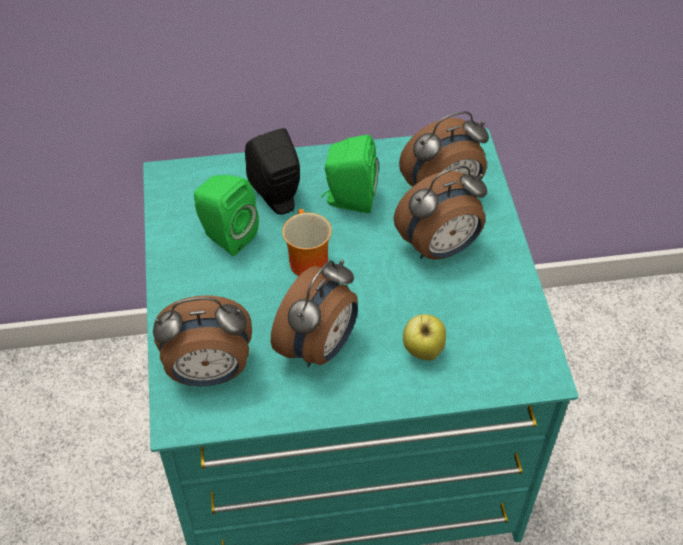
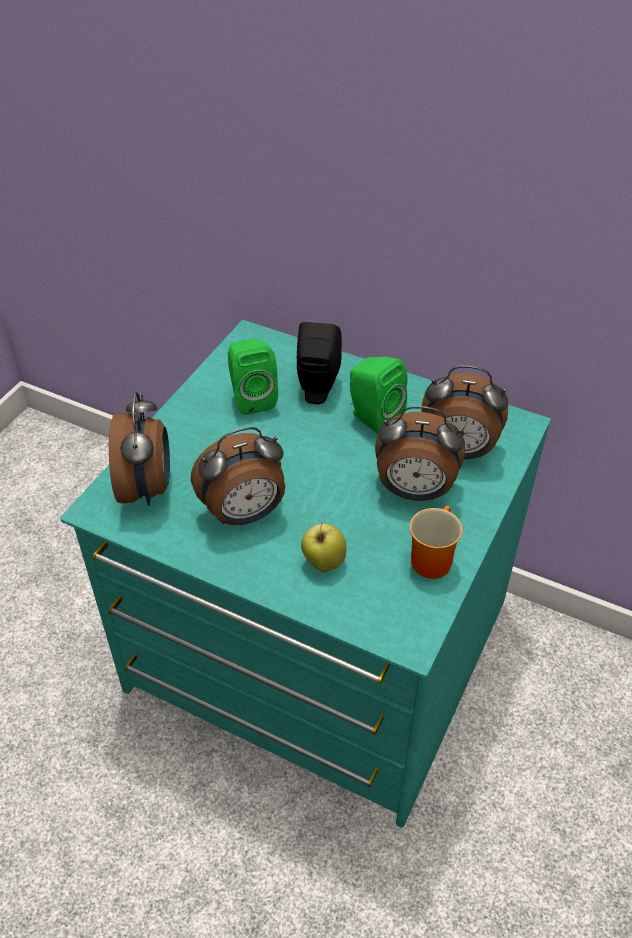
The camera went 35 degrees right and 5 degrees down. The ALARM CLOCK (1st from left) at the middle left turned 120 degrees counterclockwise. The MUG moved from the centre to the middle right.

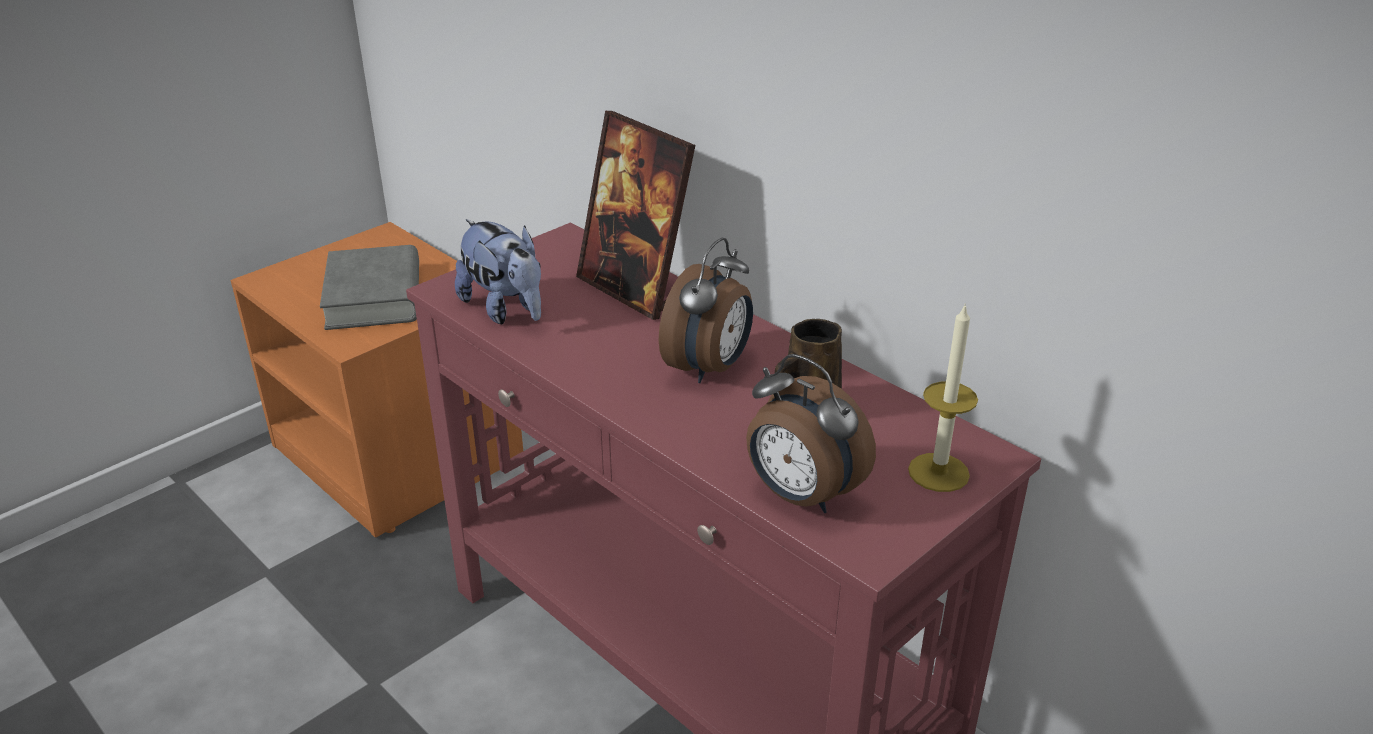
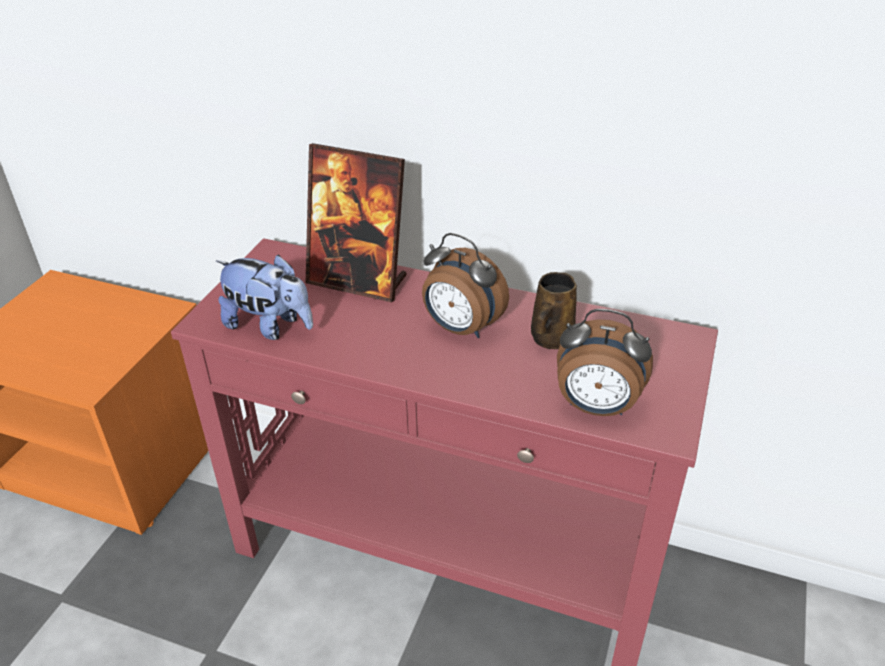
The camera went 25 degrees left and 5 degrees up. The ALARM CLOCK (1st from left) at the centre turned 120 degrees clockwise. The GREY BOOK at the middle left disappeared. The CANDLE at the middle right disappeared.

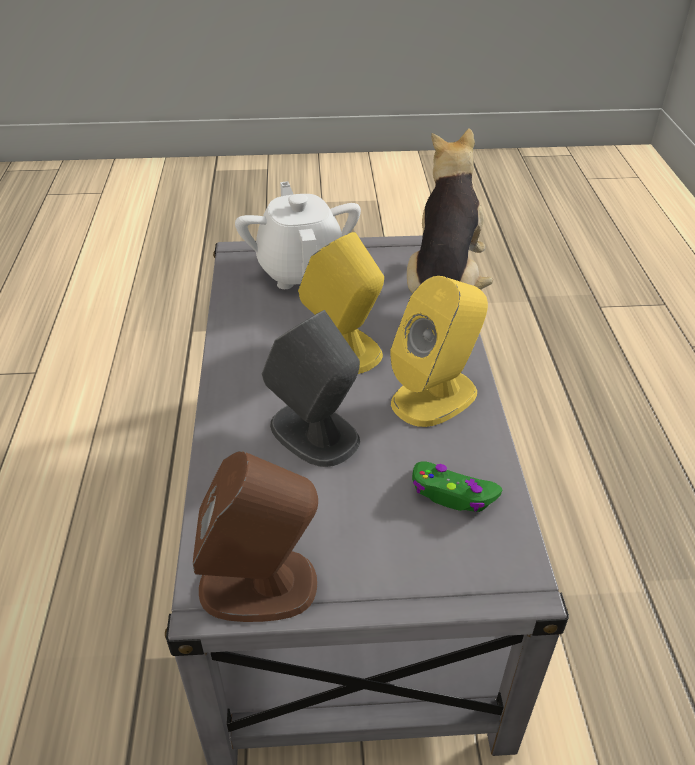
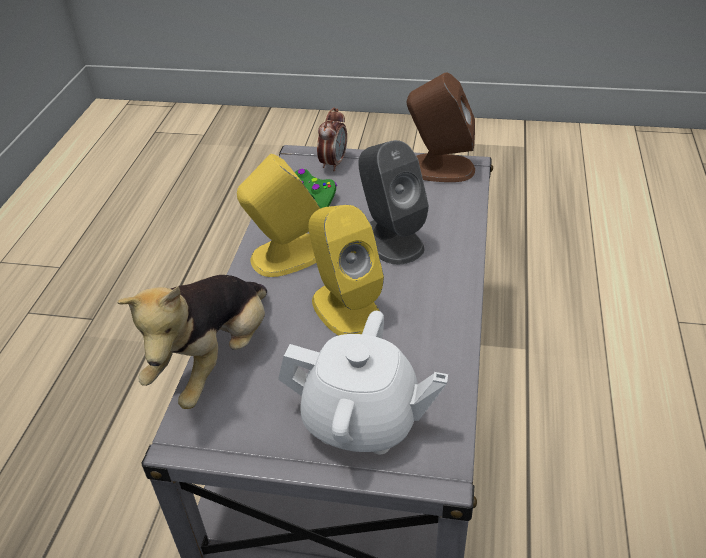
The camera went 165 degrees left and 0 degrees up. The WHITE TEAPOT at the top centre turned 75 degrees counterclockwise. The ALARM CLOCK at the top centre appeared.

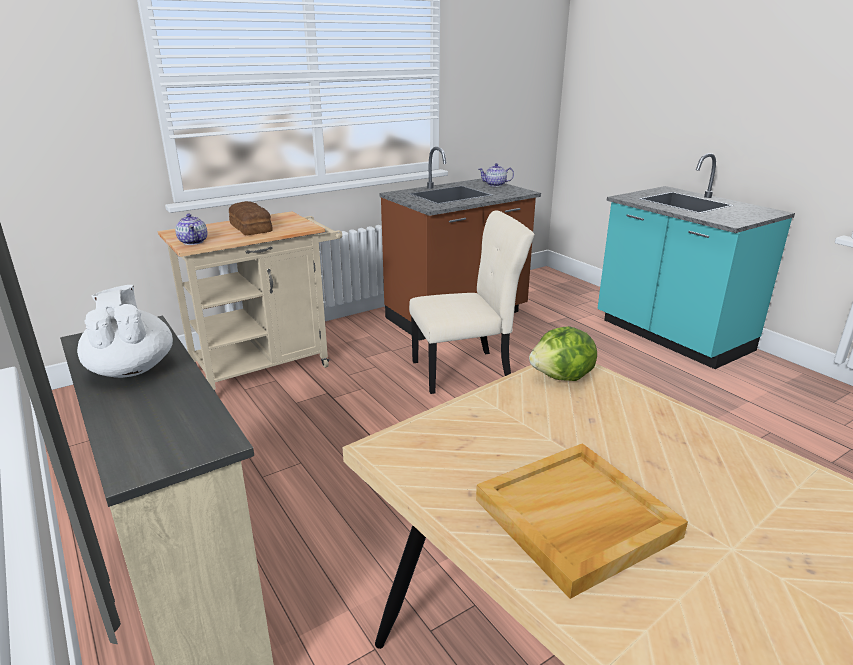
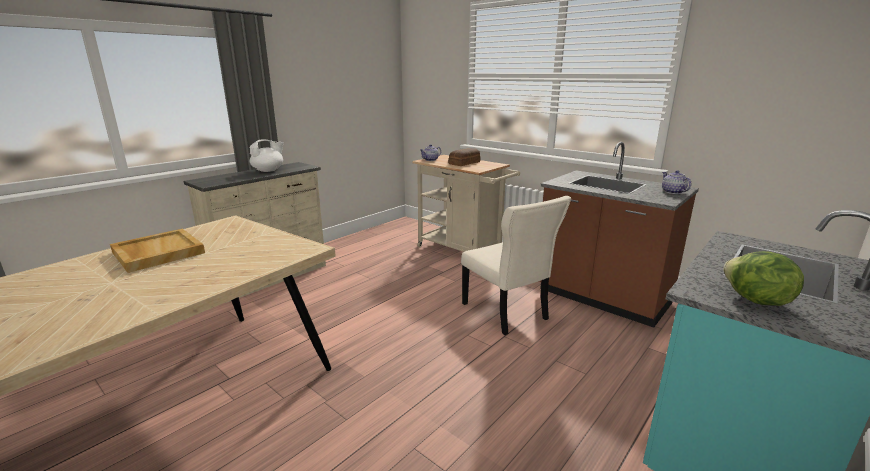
The camera went 75 degrees right and 5 degrees down. The LETTUCE moved from the centre to the middle right.

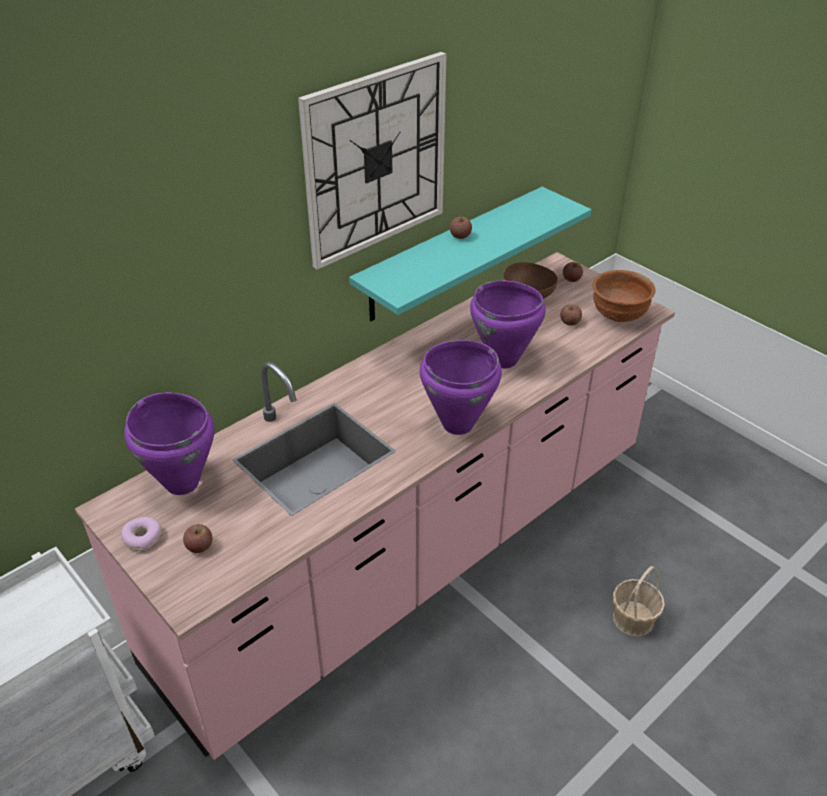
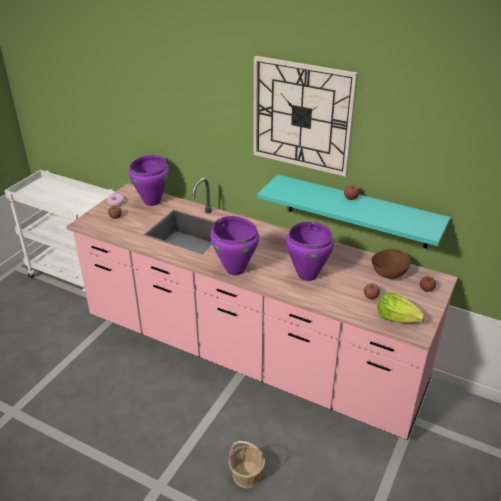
The camera went 70 degrees right and 5 degrees down. The BROWN BOWL (2nd from left) at the middle right was replaced by the LETTUCE at the middle right.

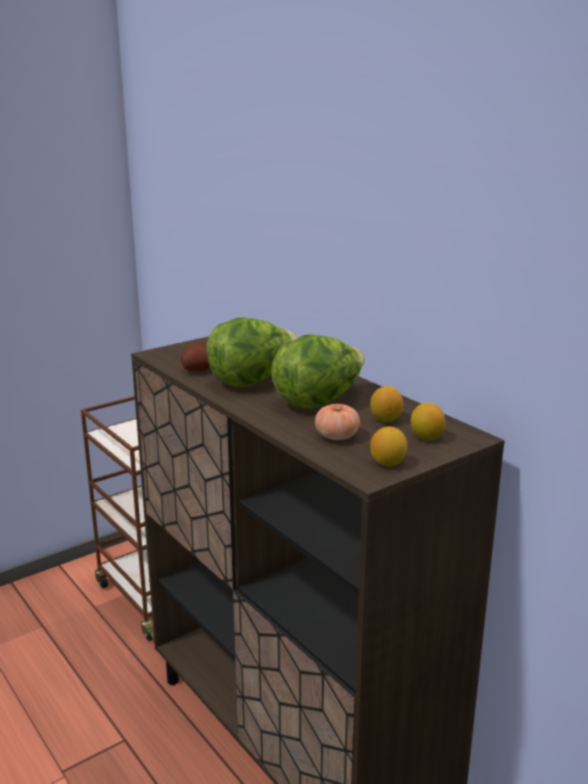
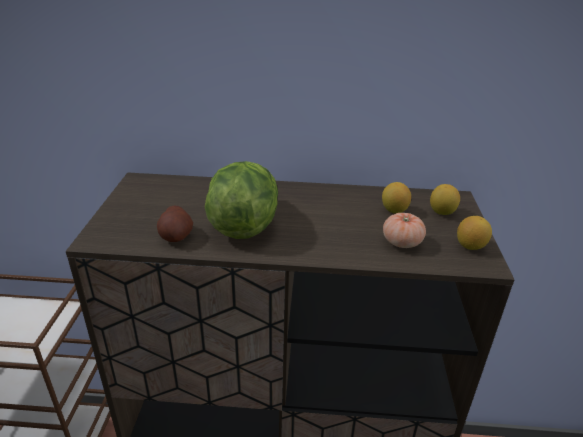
The camera went 50 degrees left and 10 degrees up. The LETTUCE (2nd from left) at the centre disappeared.

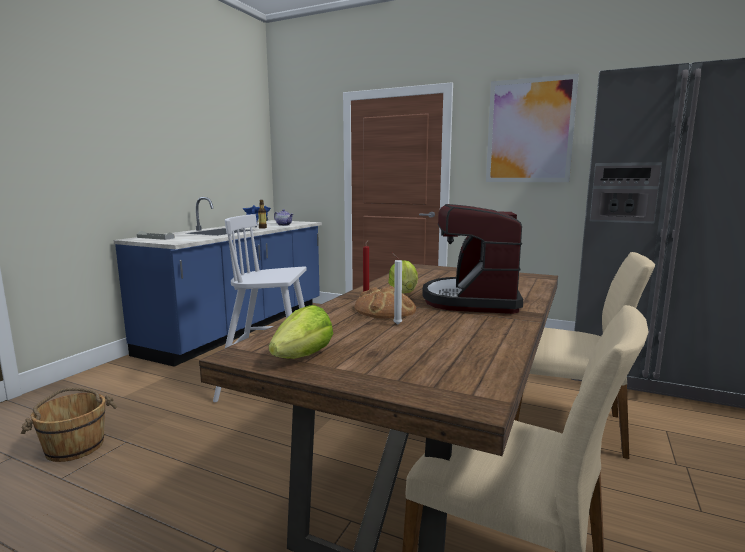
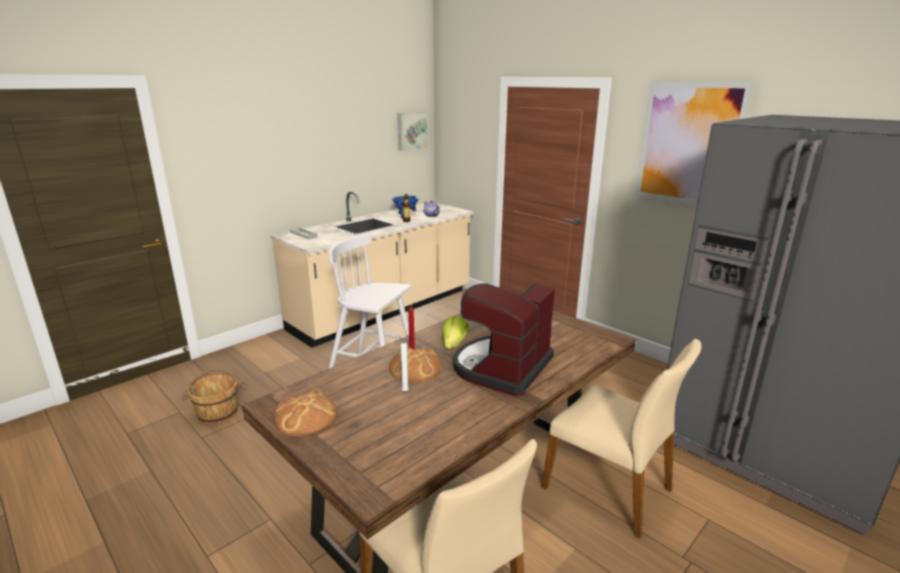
The camera went 20 degrees right and 10 degrees up. The BLUE COUNTER at the middle left became the BEIGE COUNTER at the centre. The LETTUCE (1st from left) at the centre was replaced by the BREAD (1st from left) at the bottom centre. The PICTURE (1st from left) at the top centre appeared.

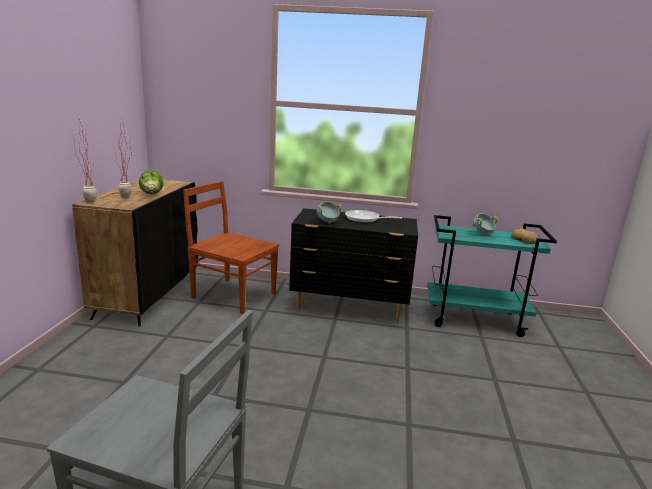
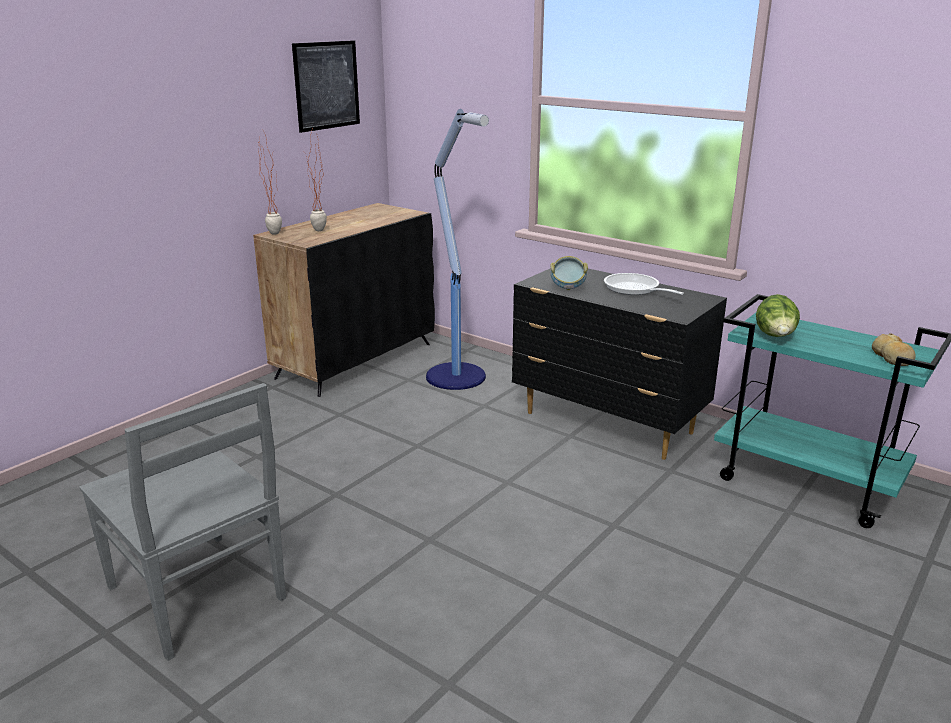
The camera went 30 degrees right and 5 degrees up. The PICTURE at the top centre appeared. The BROWN CHAIR at the centre was replaced by the FLOOR LAMP at the centre. The LETTUCE moved from the middle left to the middle right. The BOWL (2nd from left) at the middle right disappeared.

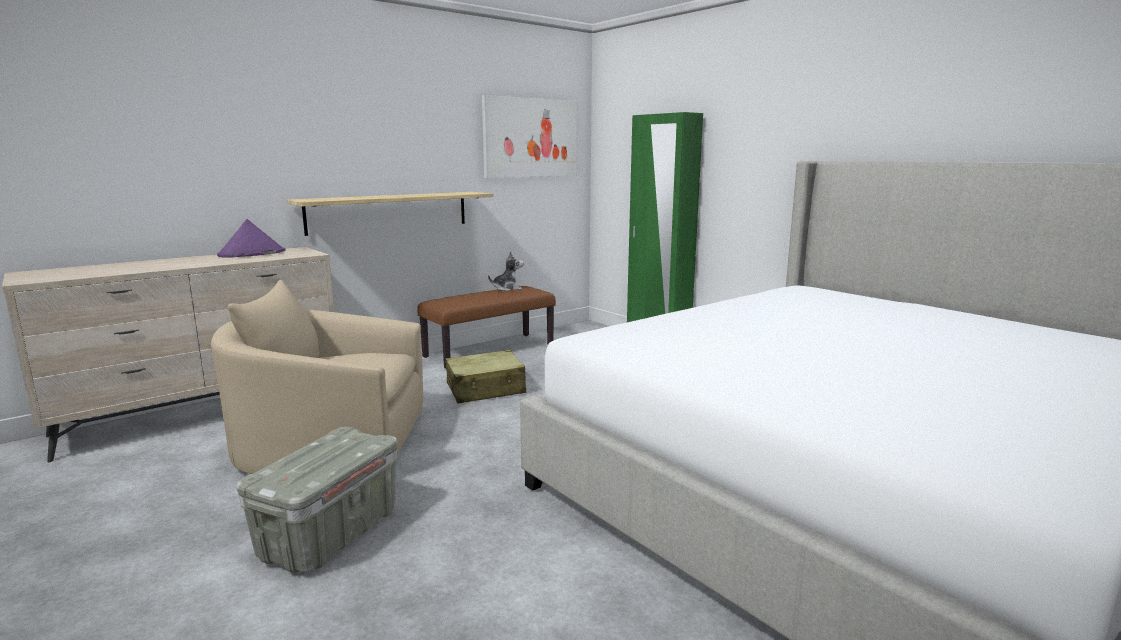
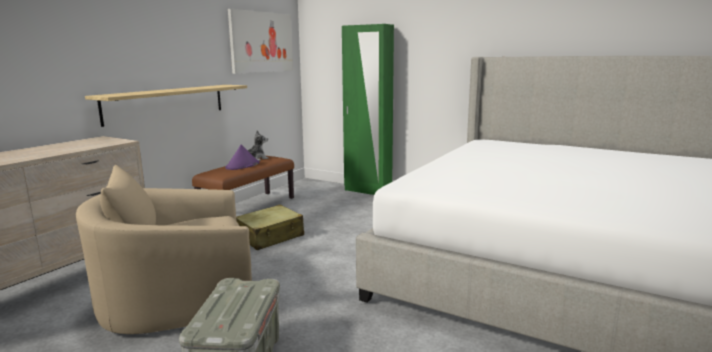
The camera went 20 degrees left and 0 degrees up. The PURPLE HAT moved from the middle left to the centre.

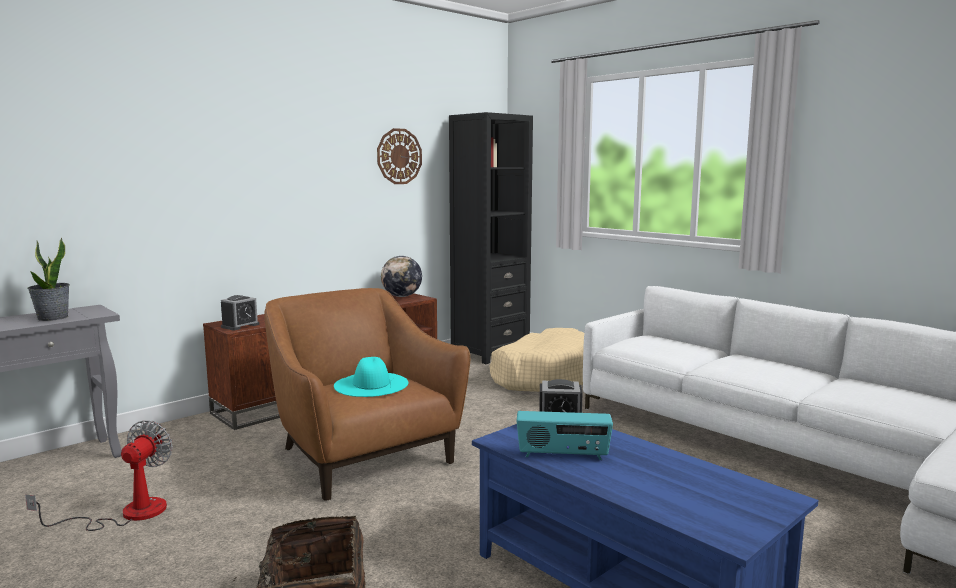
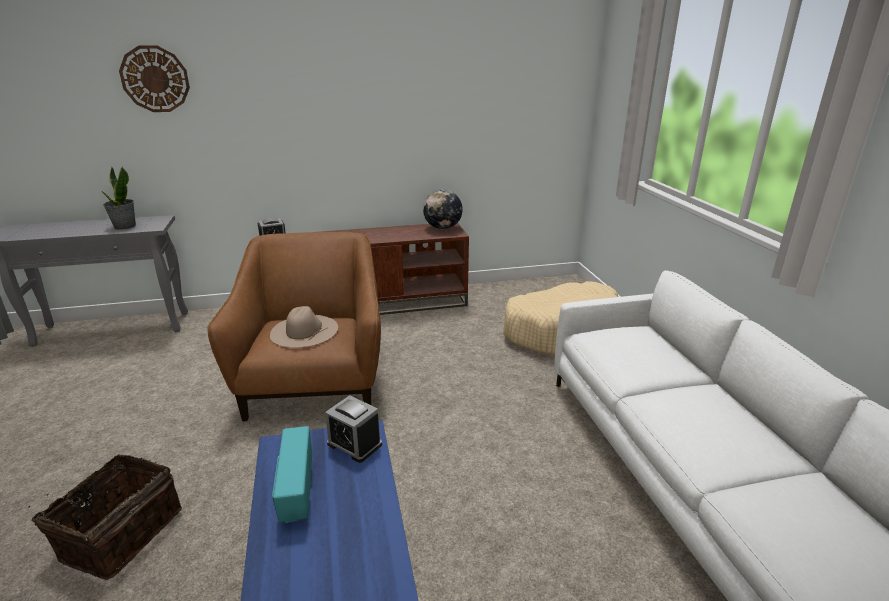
The camera went 30 degrees right and 15 degrees up. The WALL CLOCK moved from the top centre to the top left. The TURQUOISE HAT at the centre became the BEIGE HAT at the centre. The RADIO at the bottom centre turned 45 degrees clockwise. The FAN at the bottom left disappeared. The BLACK BOOKCASE at the centre disappeared.

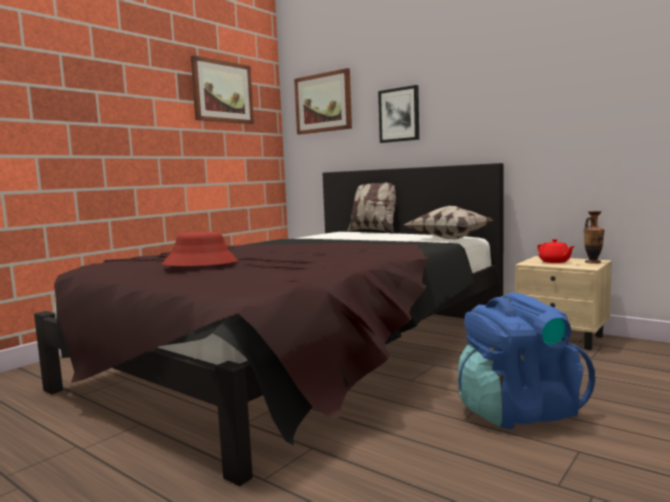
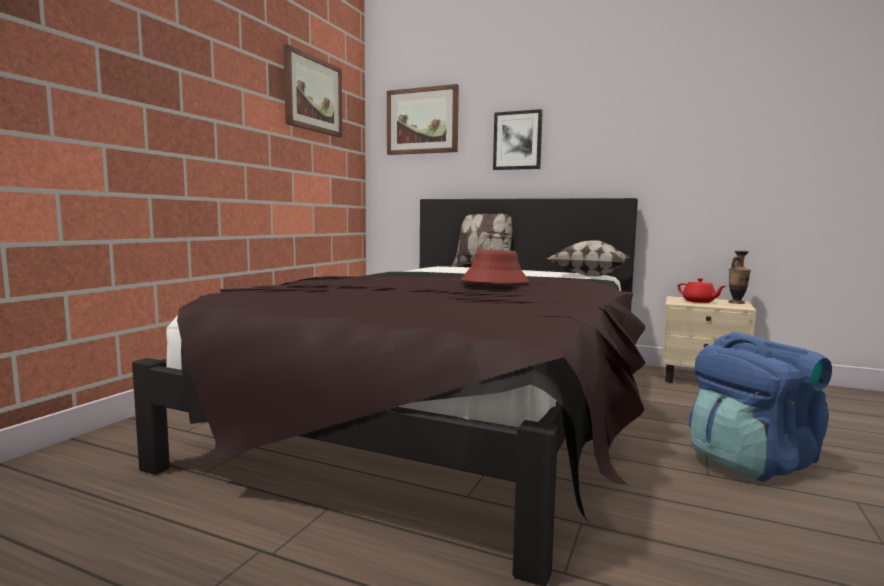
The camera went 15 degrees left and 0 degrees up. The RED HAT moved from the middle left to the centre.

